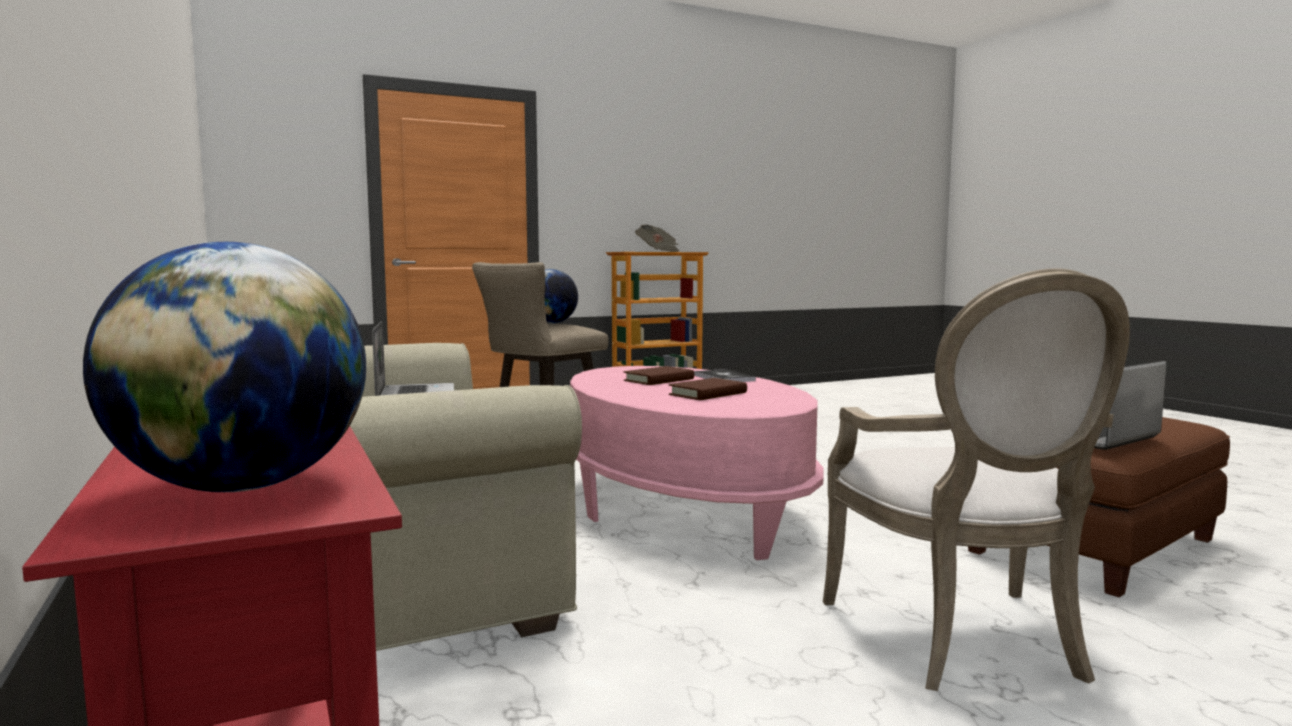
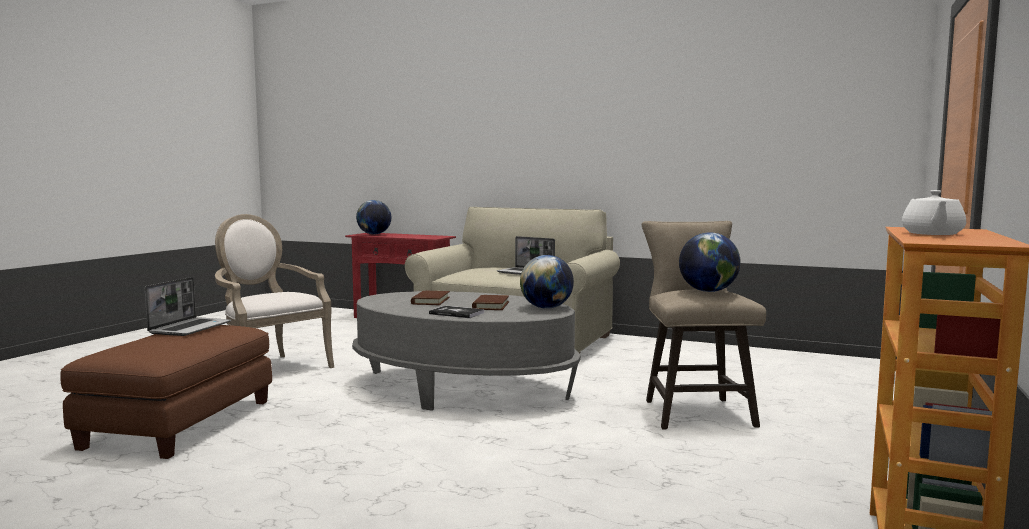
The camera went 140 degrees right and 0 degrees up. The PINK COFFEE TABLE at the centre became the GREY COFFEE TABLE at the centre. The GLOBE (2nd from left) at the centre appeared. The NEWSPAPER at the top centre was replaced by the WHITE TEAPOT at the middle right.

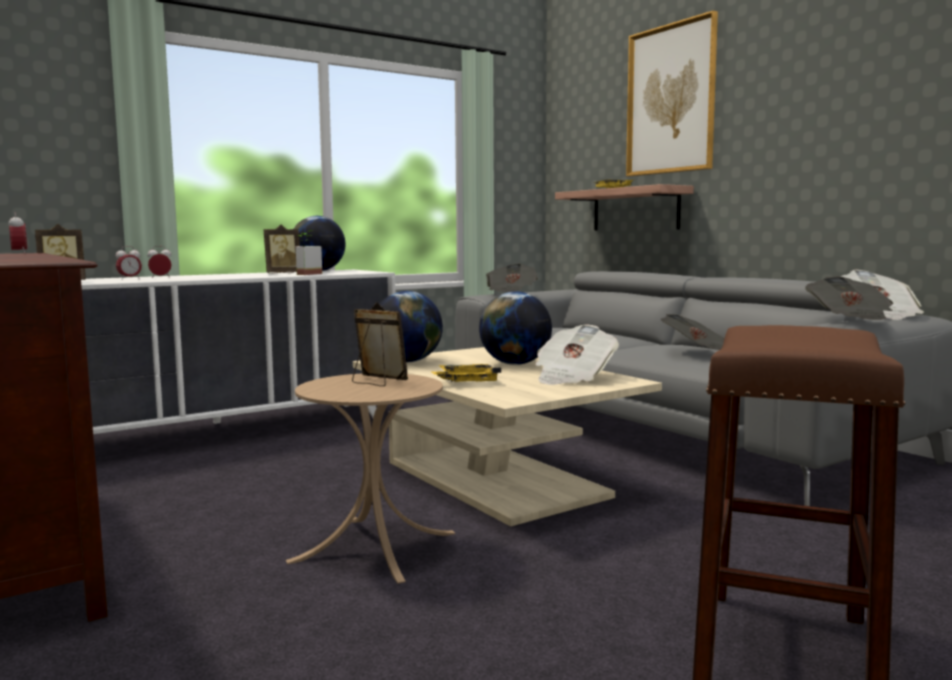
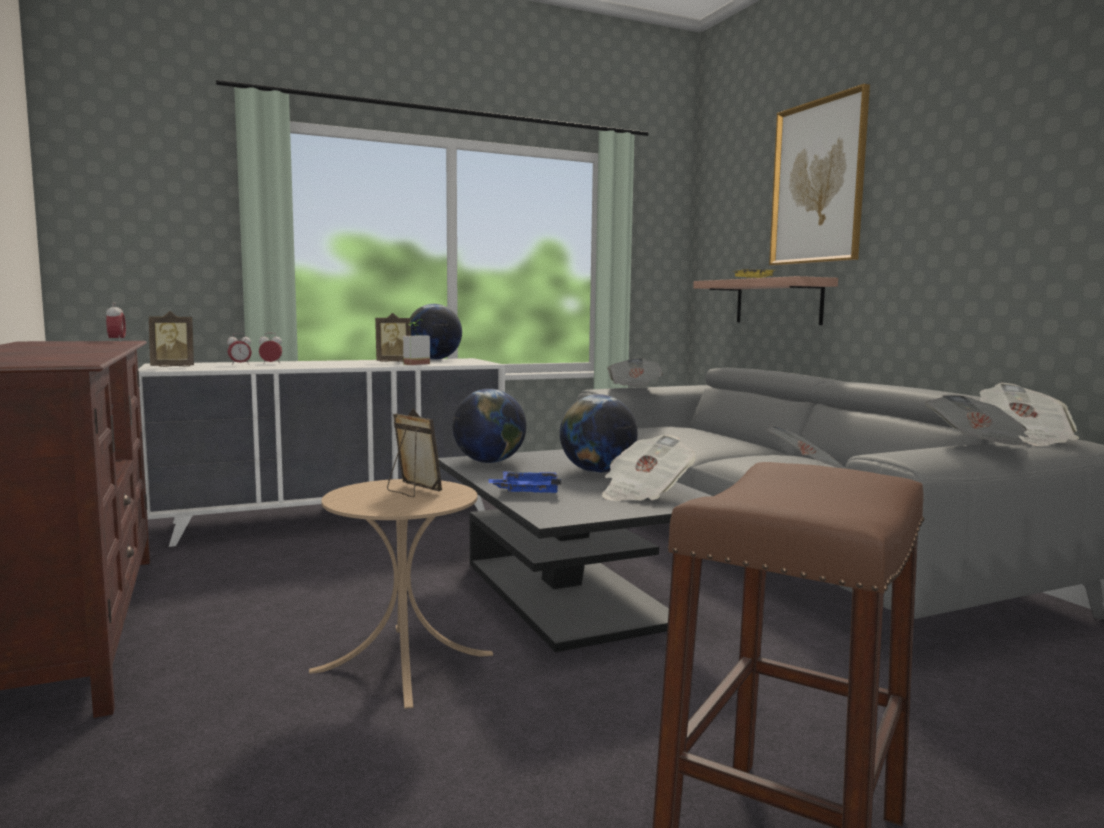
The camera went 10 degrees right and 0 degrees up. The BEIGE COFFEE TABLE at the centre became the BLACK COFFEE TABLE at the centre. The YELLOW TRAY (1st from left) at the centre became the BLUE TRAY at the centre.

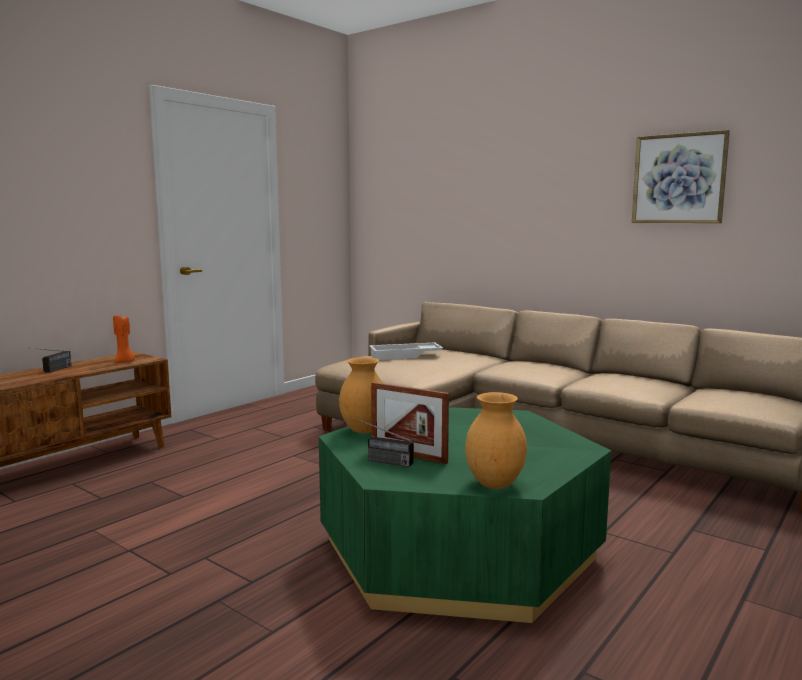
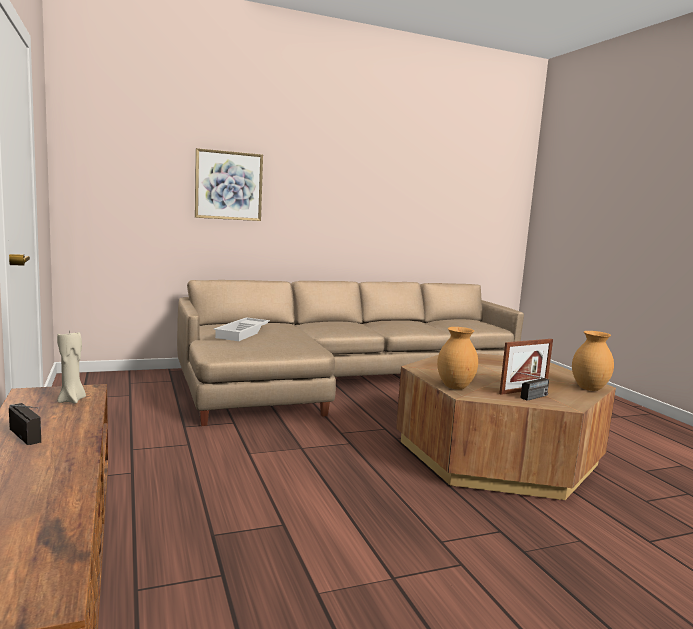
The camera went 60 degrees left and 0 degrees up. The ORANGE CANDLE at the middle left became the BEIGE CANDLE at the middle left. The PICTURE moved from the top right to the top left. The GREEN COFFEE TABLE at the bottom centre became the BROWN COFFEE TABLE at the bottom right.

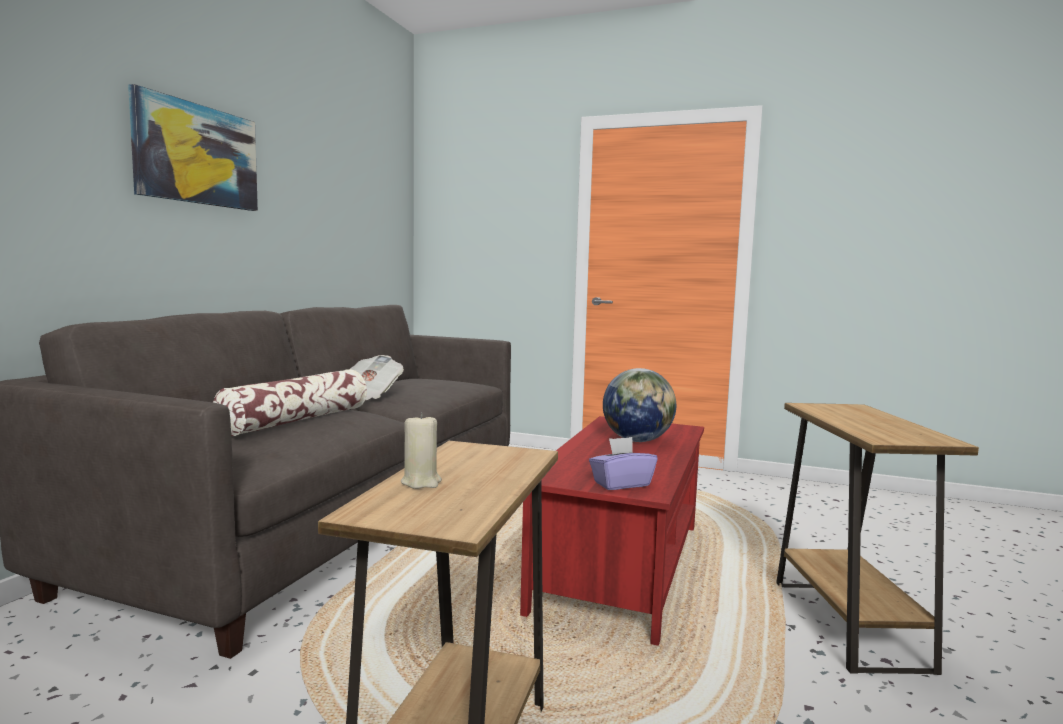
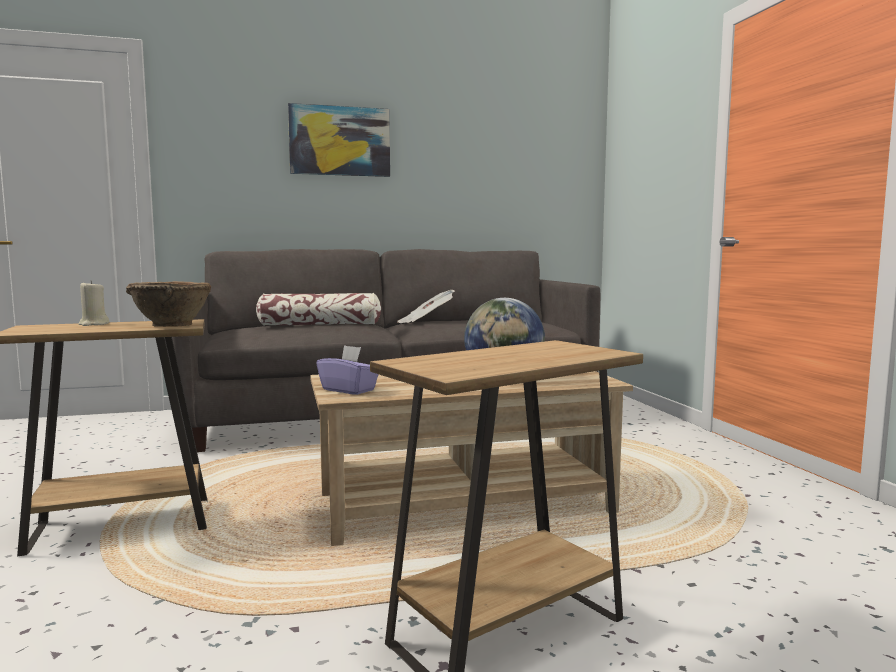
The camera went 55 degrees right and 0 degrees up. The BROWN BOWL at the middle left appeared. The RED COFFEE TABLE at the bottom centre became the BEIGE COFFEE TABLE at the bottom centre.

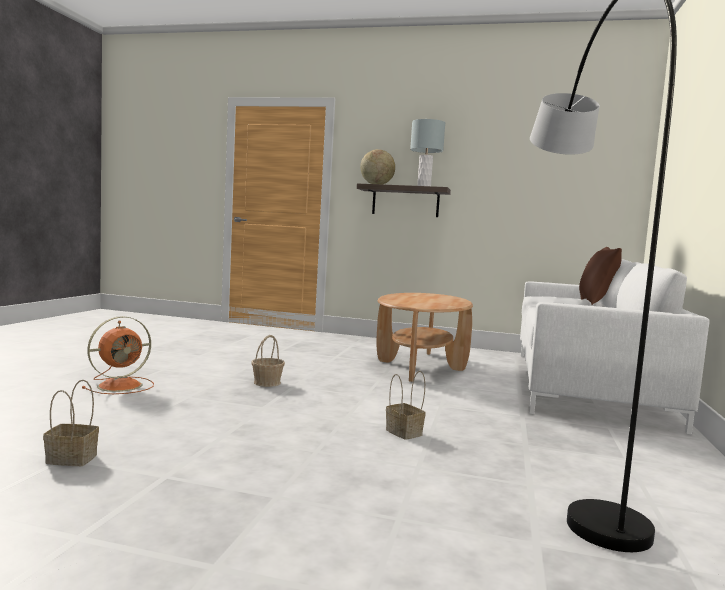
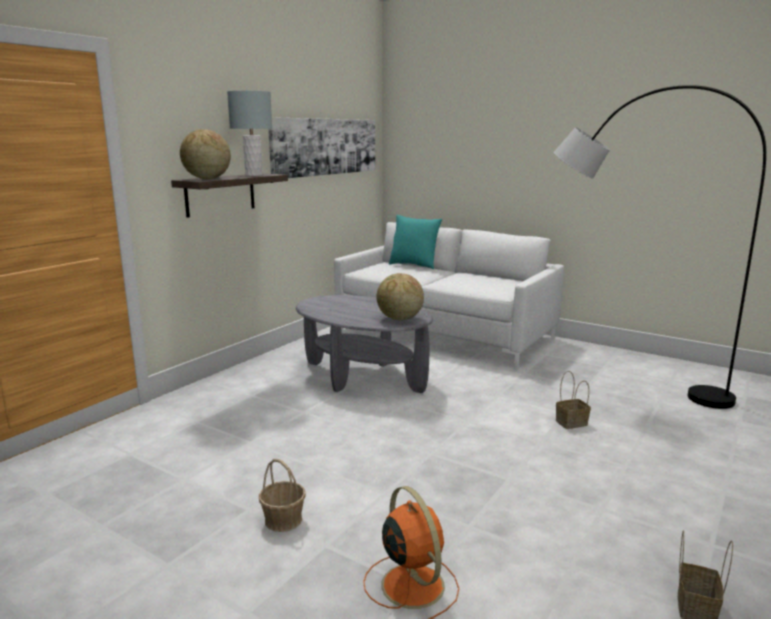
The camera went 70 degrees left and 10 degrees up. The BASKET (2nd from left in the first image) moved from the centre to the bottom centre. The PICTURE at the top centre appeared. The BROWN COFFEE TABLE at the centre became the GREY COFFEE TABLE at the centre. The GLOBE (2nd from left) at the centre appeared. The BROWN PILLOW at the middle right became the TURQUOISE PILLOW at the centre.

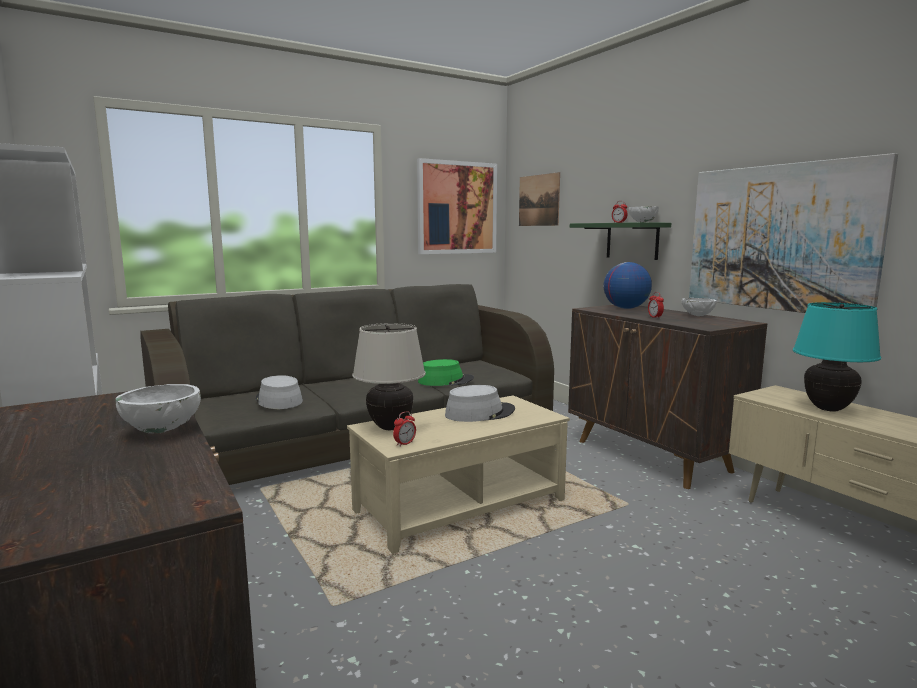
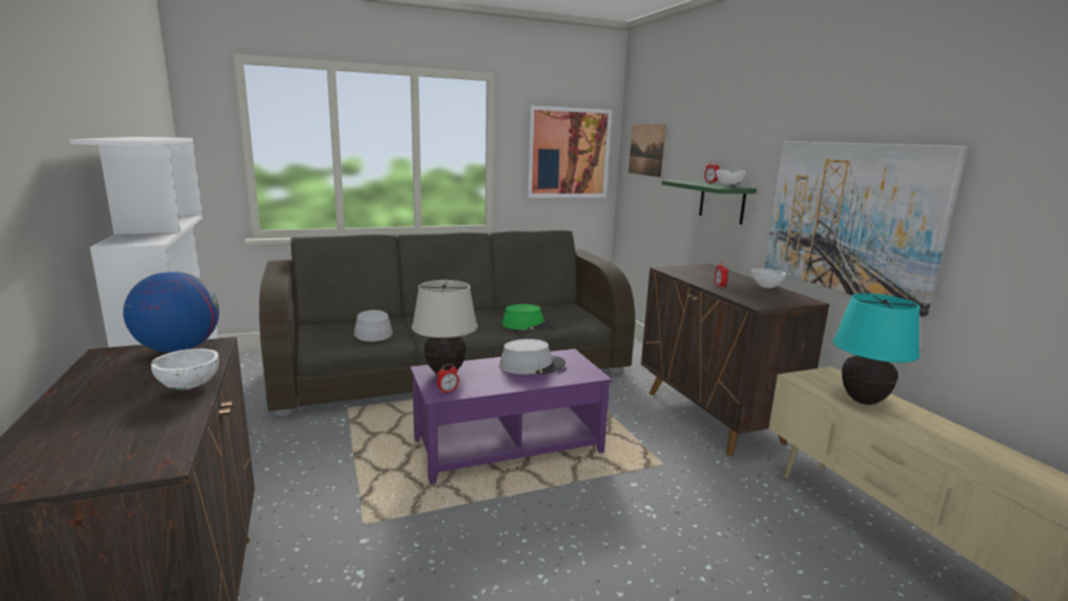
The camera went 10 degrees right and 5 degrees up. The GLOBE moved from the middle right to the middle left. The BEIGE COFFEE TABLE at the bottom centre became the PURPLE COFFEE TABLE at the bottom centre.

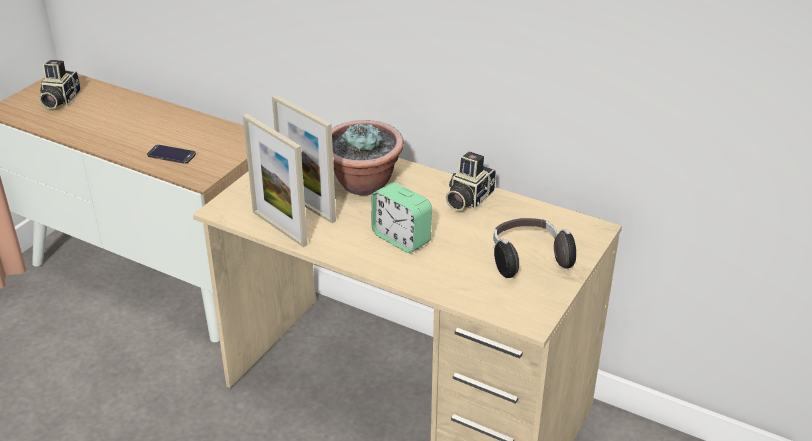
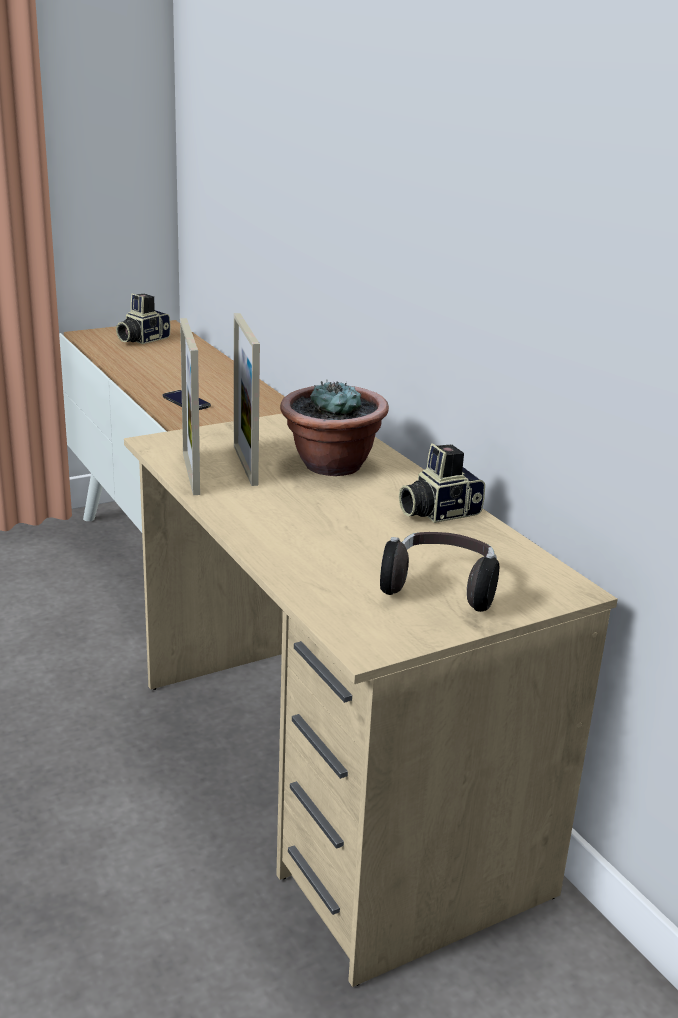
The camera went 30 degrees right and 10 degrees down. The ALARM CLOCK at the centre disappeared.

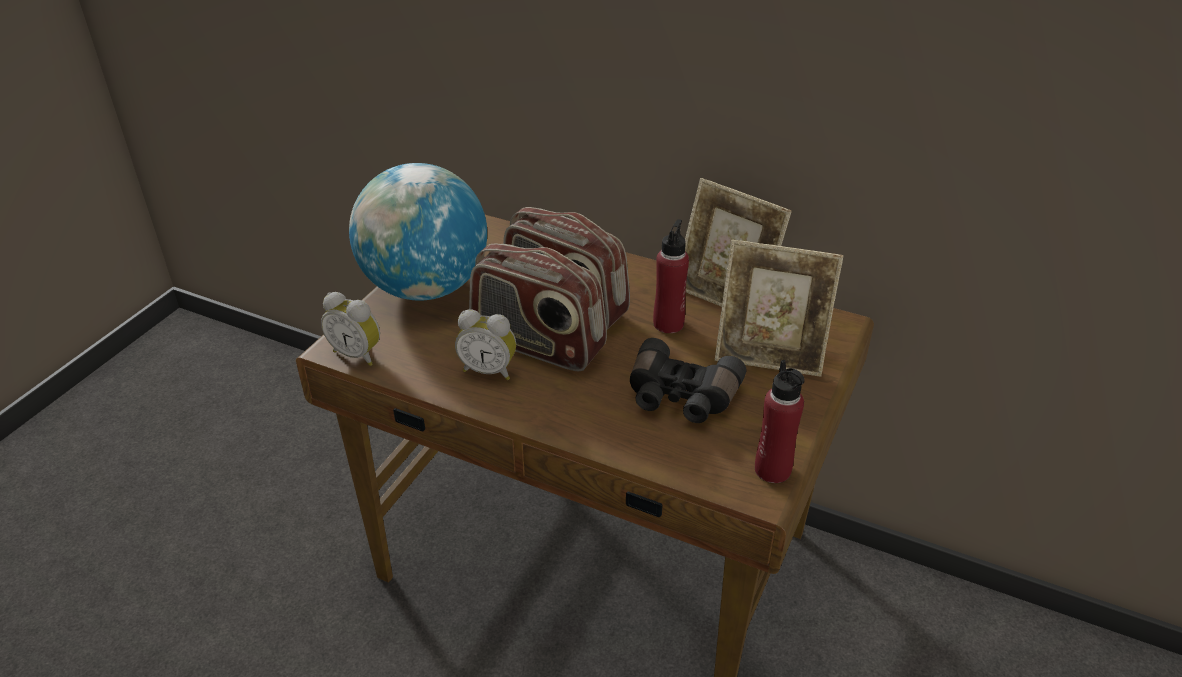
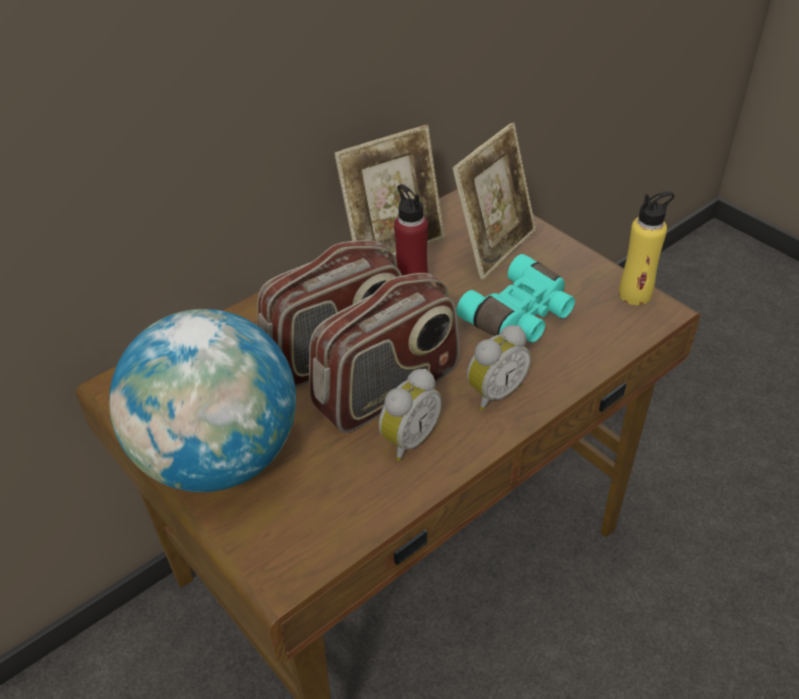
The camera went 65 degrees left and 5 degrees up. The BLACK BINOCULARS at the centre became the TURQUOISE BINOCULARS at the centre. The ALARM CLOCK (1st from left in the first image) moved from the middle left to the centre. The RED BOTTLE (2nd from left) at the centre became the YELLOW BOTTLE at the middle right.

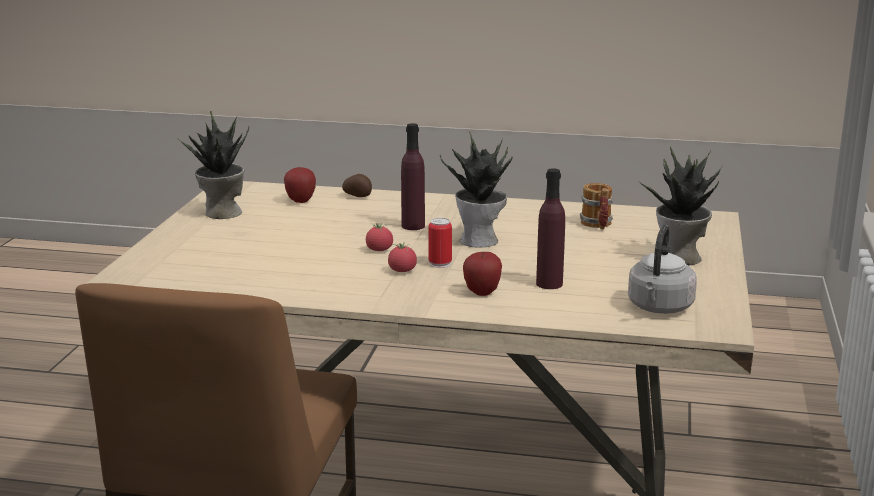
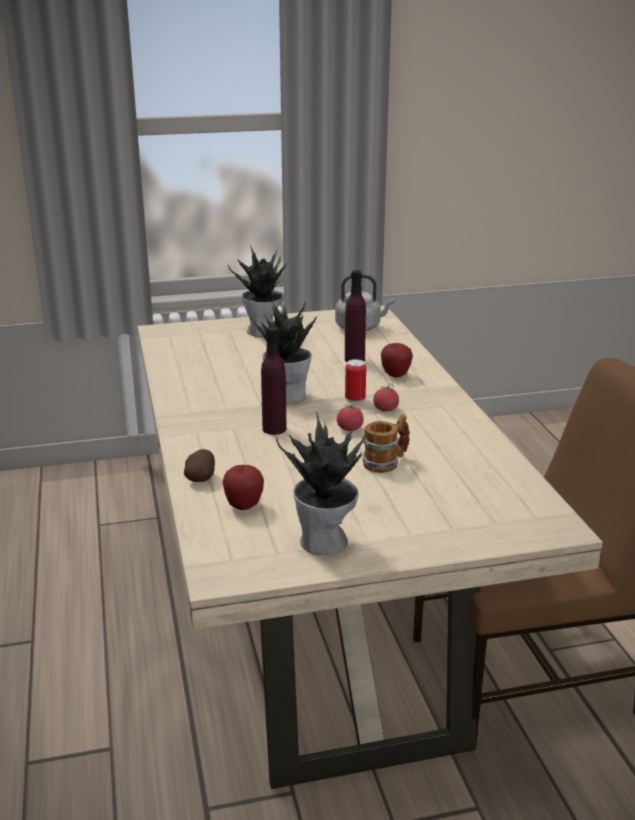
The camera went 115 degrees left and 5 degrees up. The MUG moved from the middle right to the centre.

